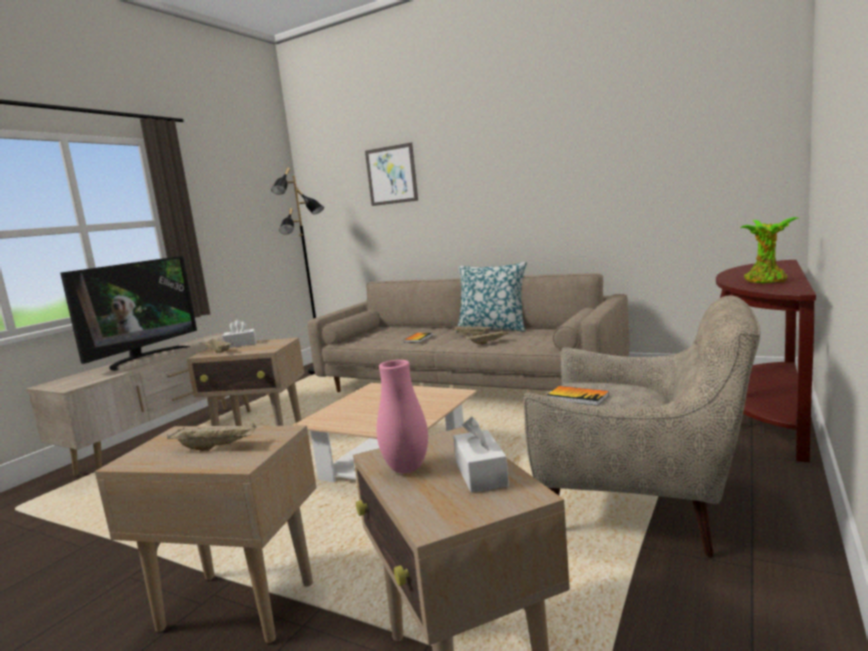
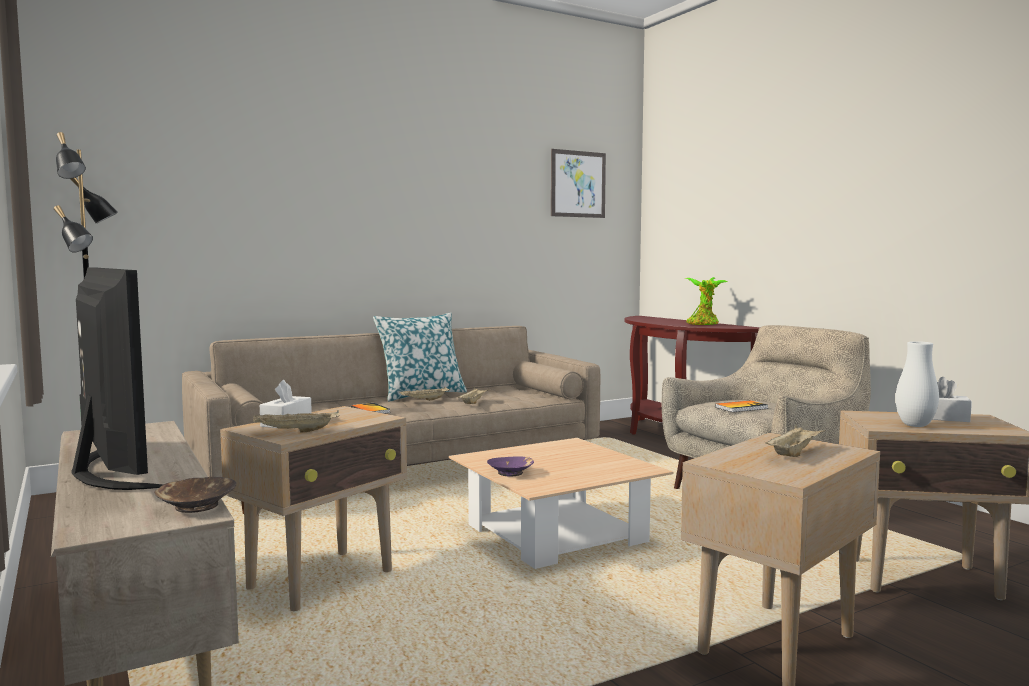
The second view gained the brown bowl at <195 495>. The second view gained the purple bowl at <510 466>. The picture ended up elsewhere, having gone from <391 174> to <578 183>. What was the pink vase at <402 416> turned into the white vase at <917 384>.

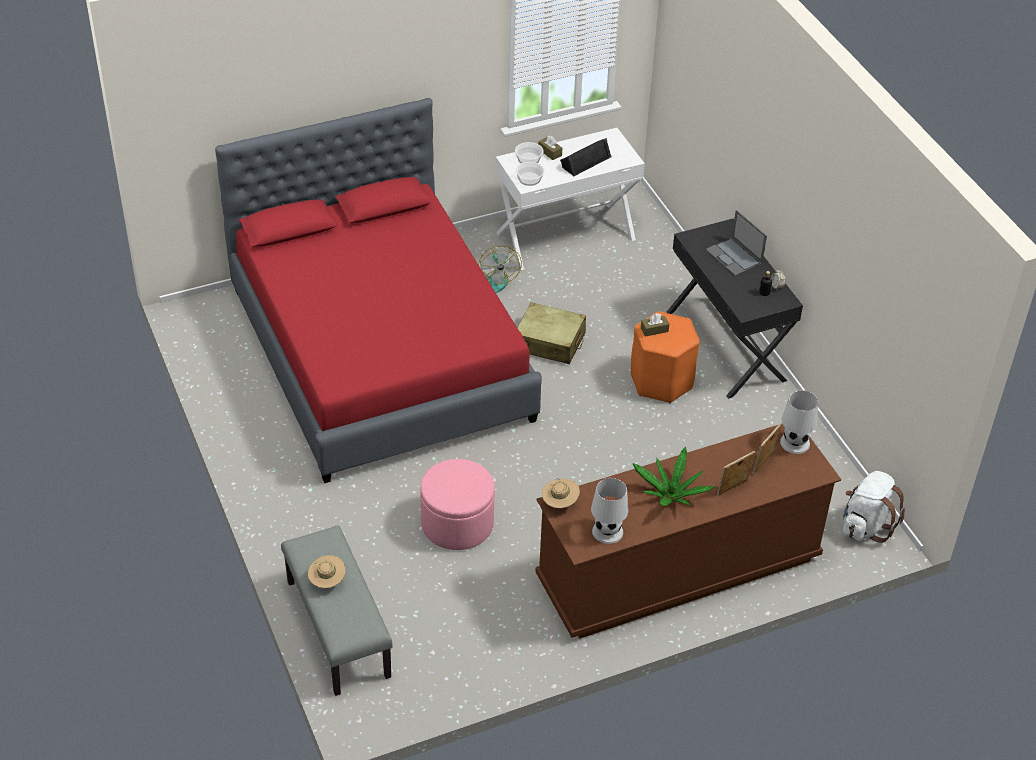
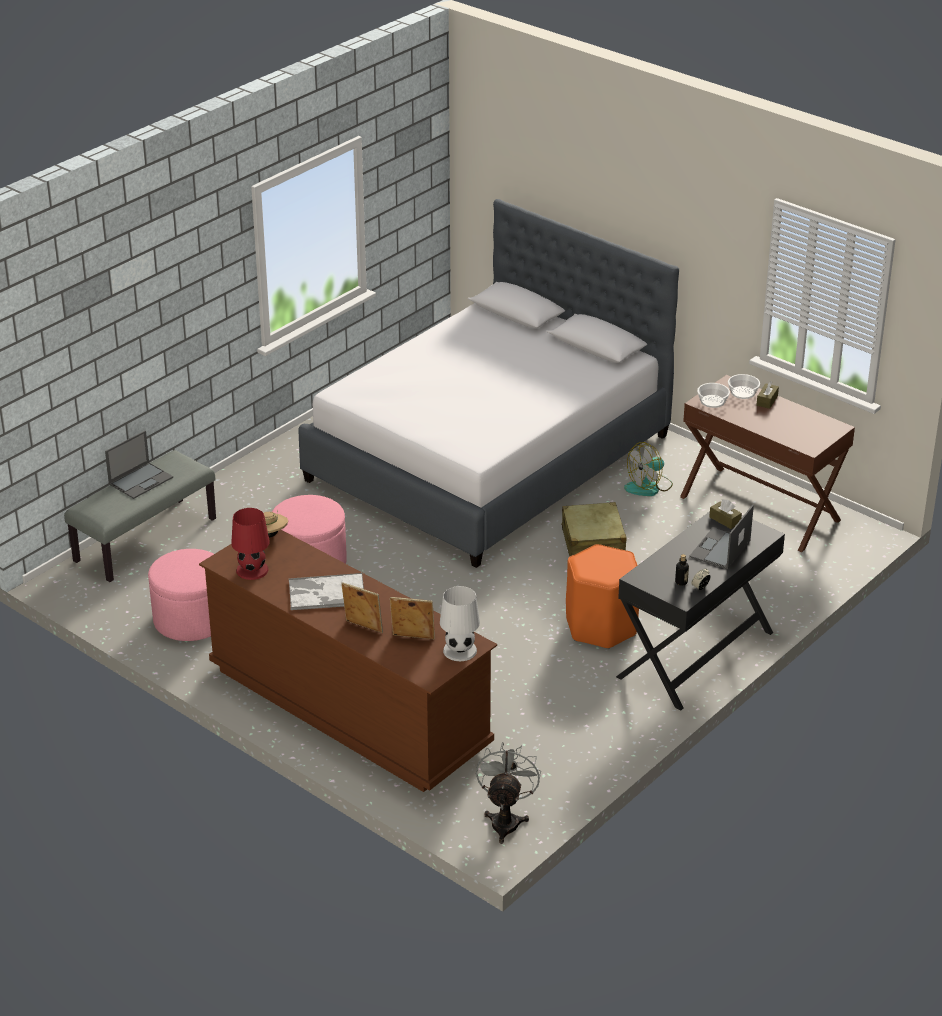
The second view lost the black speaker at <585 157>. The second view gained the pink ottoman at <181 595>. The brown tissue box ended up elsewhere, having gone from <655 325> to <725 514>. Where the beige hat stood at <327 571>, the laptop came to stand at <139 465>. Where the potted plant stood at <674 476>, the tray came to stand at <326 591>. Where the white backpack stood at <874 507>, the grey fan came to stand at <508 793>. What was the red bed at <378 290> turned into the white bed at <488 383>. What was the white desk at <570 199> turned into the brown desk at <767 463>. What was the white table lamp at <609 511> turned into the red table lamp at <250 544>.

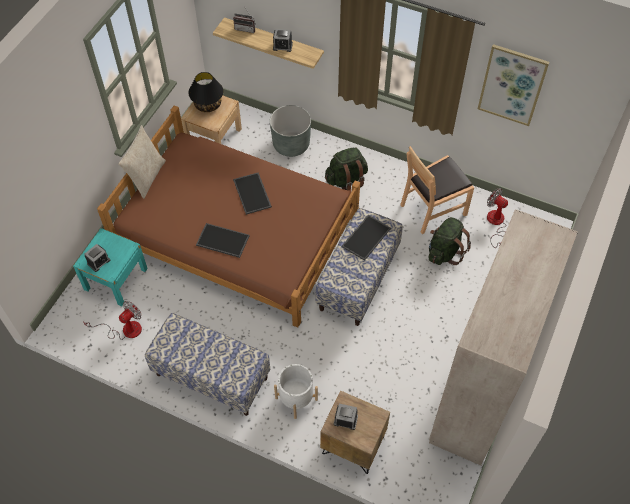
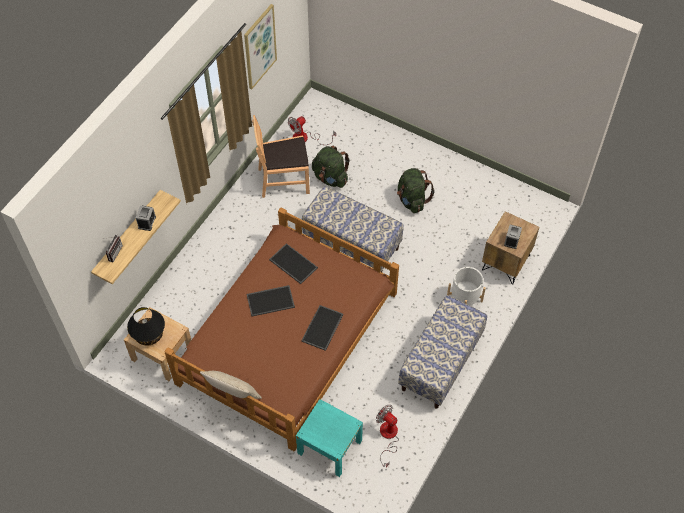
The second view lost the alarm clock at <97 258>. The second view lost the grey planter at <290 131>. The second view lost the beige wardrobe at <503 337>. The green backpack ended up elsewhere, having gone from <346 169> to <416 190>. The tray ended up elsewhere, having gone from <366 238> to <293 263>. The brown chair at <437 190> ended up facing another way, 105 degrees clockwise from before.

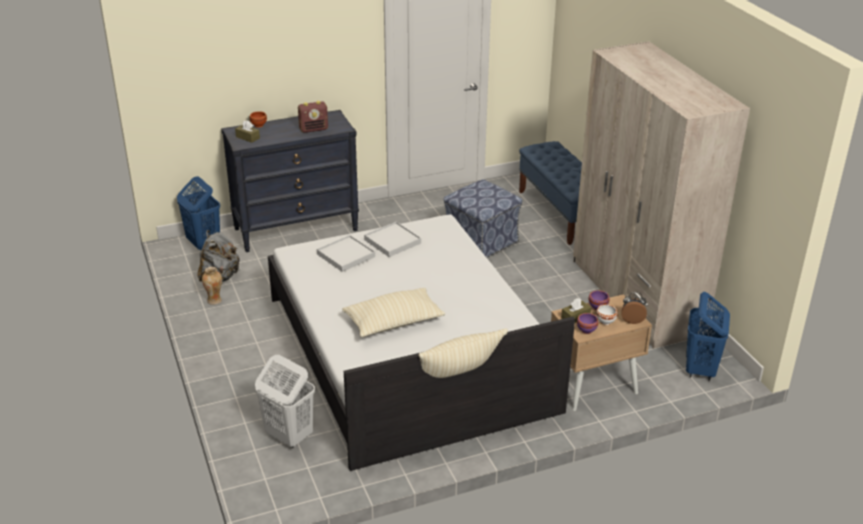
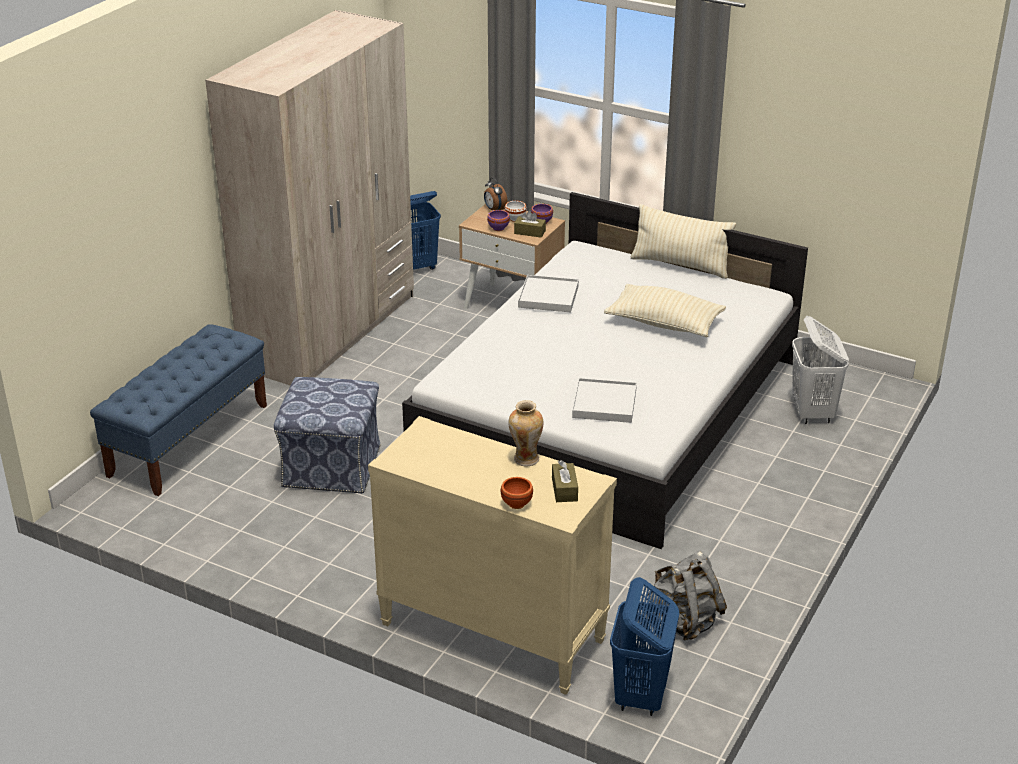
The second view lost the radio at <313 117>. The vase ended up elsewhere, having gone from <212 286> to <526 433>. The white tray ended up elsewhere, having gone from <392 239> to <548 293>. What was the black dresser at <290 181> turned into the beige dresser at <492 555>.

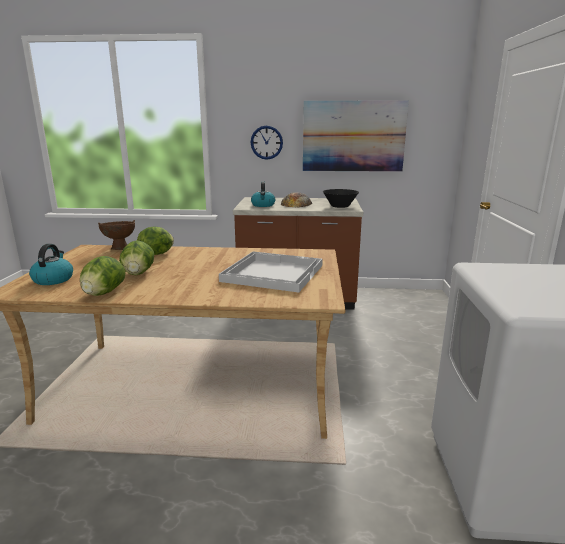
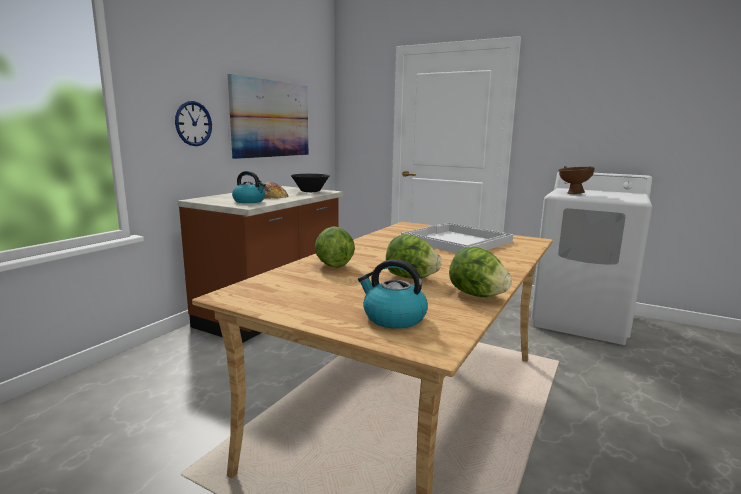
The brown bowl ended up elsewhere, having gone from <116 235> to <576 180>.

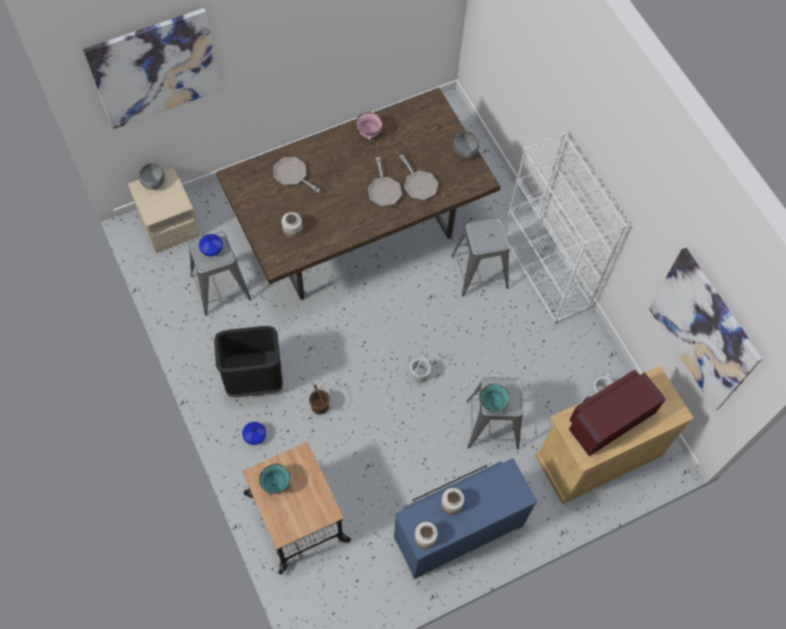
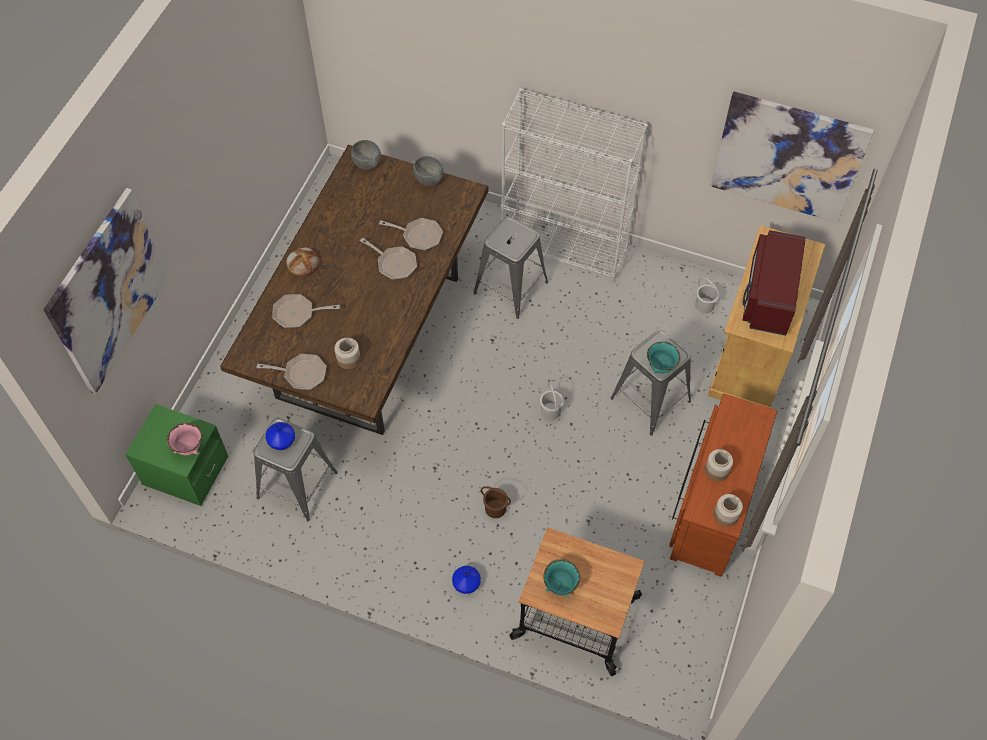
The second view lost the black trash can at <248 361>. The second view gained the frying pan at <291 372>. The second view gained the bread at <303 262>. The grey bowl ended up elsewhere, having gone from <152 176> to <366 155>. The pink bowl ended up elsewhere, having gone from <369 126> to <184 439>. What was the beige nightstand at <164 210> turned into the green nightstand at <177 455>. What was the blue dresser at <465 518> turned into the brown dresser at <723 485>.

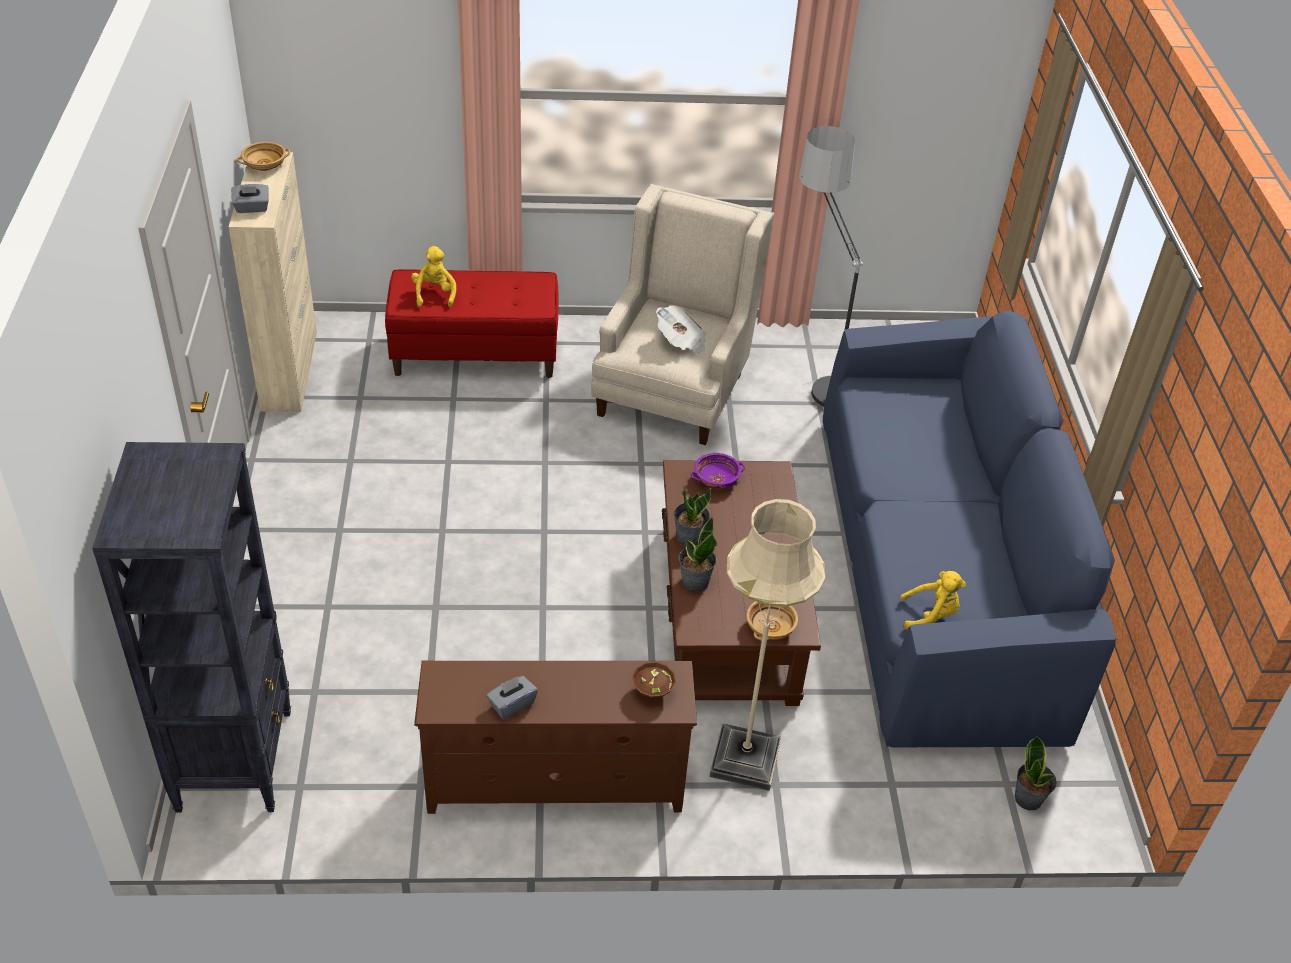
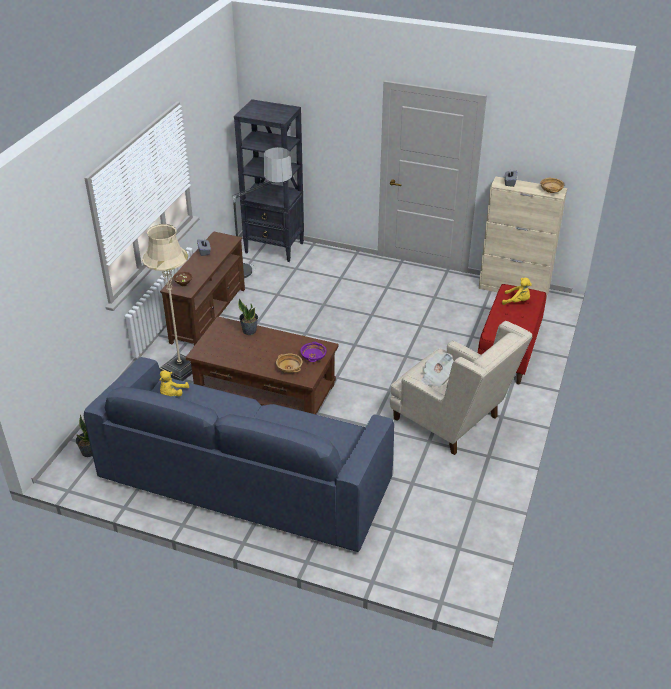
The second view lost the potted plant at <692 517>. The beige bowl ended up elsewhere, having gone from <772 621> to <289 363>. The floor lamp ended up elsewhere, having gone from <831 266> to <262 212>.

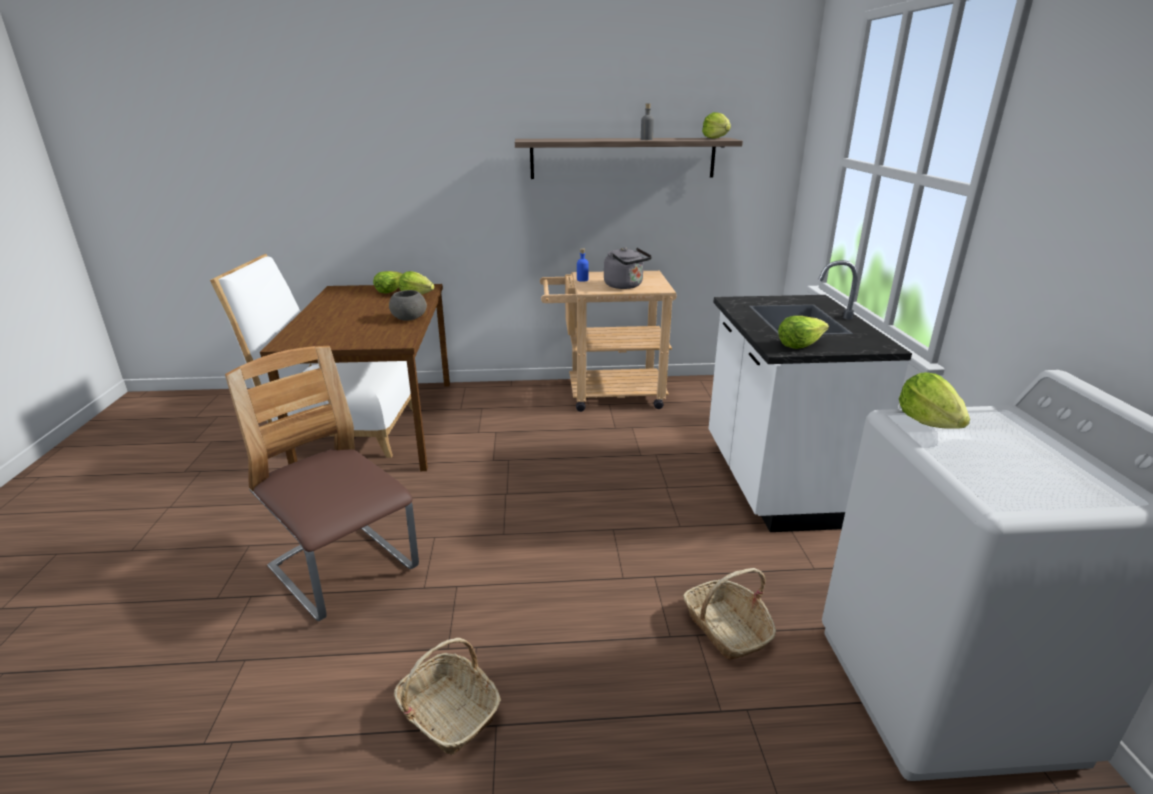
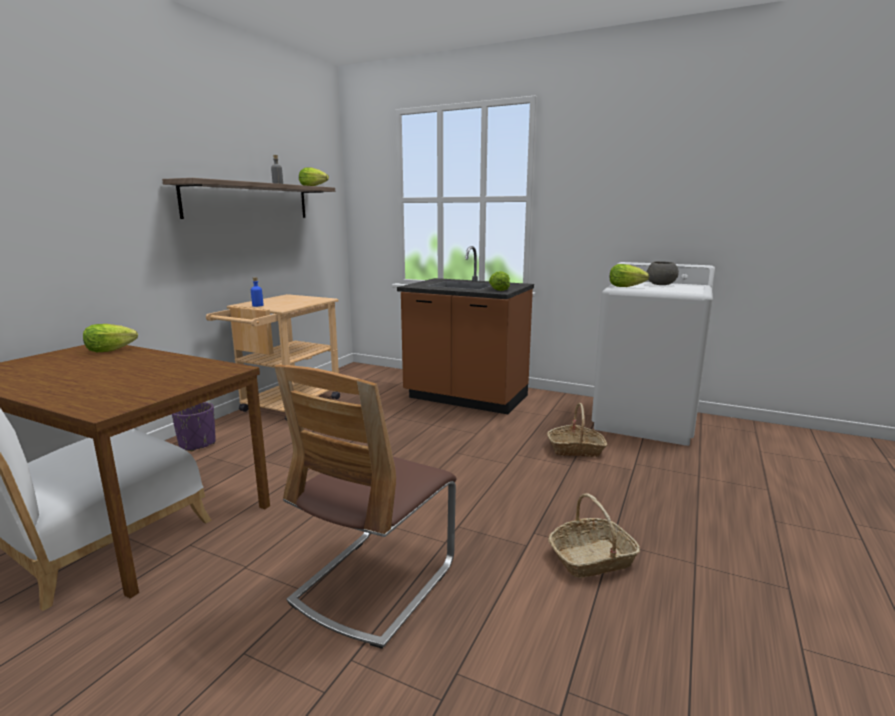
The second view lost the lettuce at <387 282>. The second view lost the grey kettle at <628 268>. The second view gained the purple planter at <194 426>. The grey bowl ended up elsewhere, having gone from <408 305> to <663 273>. What was the white counter at <810 396> turned into the brown counter at <465 330>. The chair at <322 483> ended up facing another way, 45 degrees counterclockwise from before.

